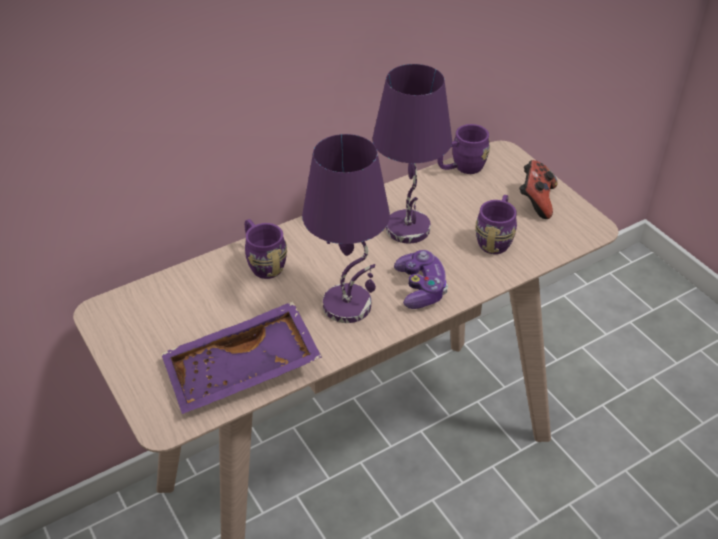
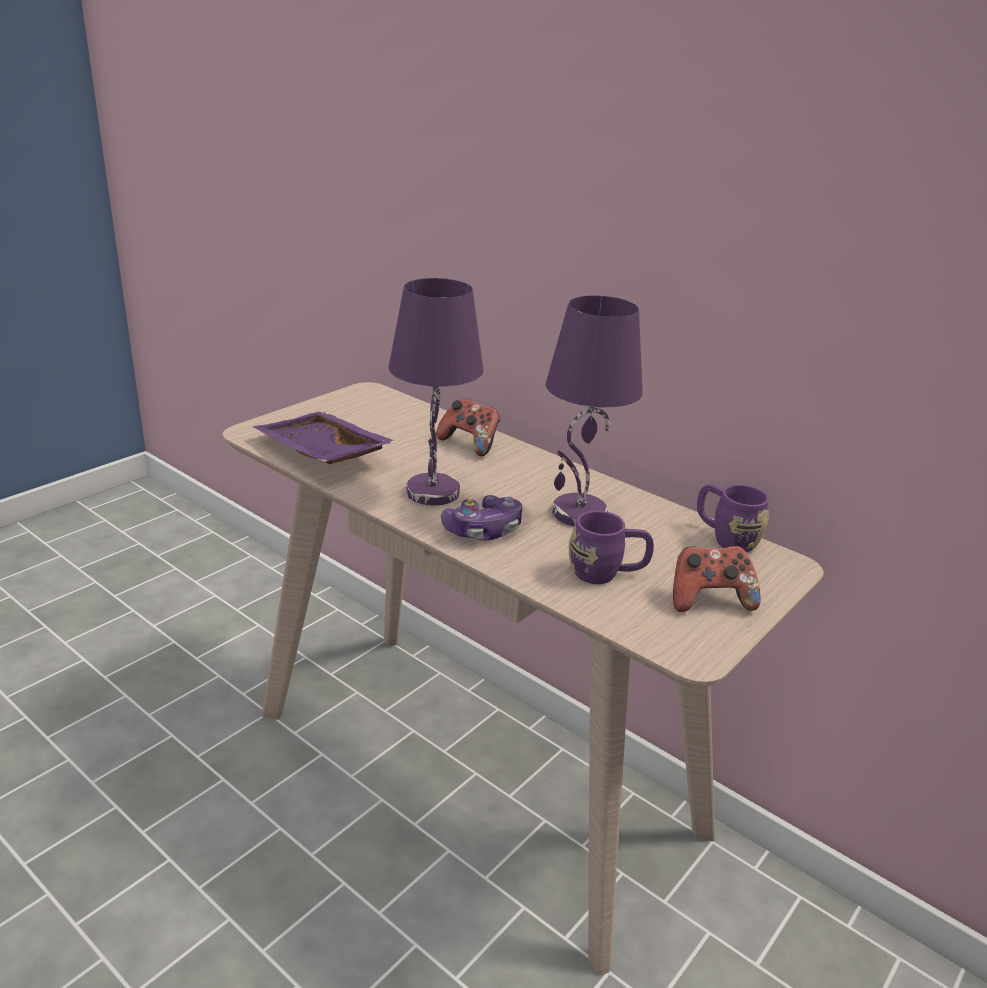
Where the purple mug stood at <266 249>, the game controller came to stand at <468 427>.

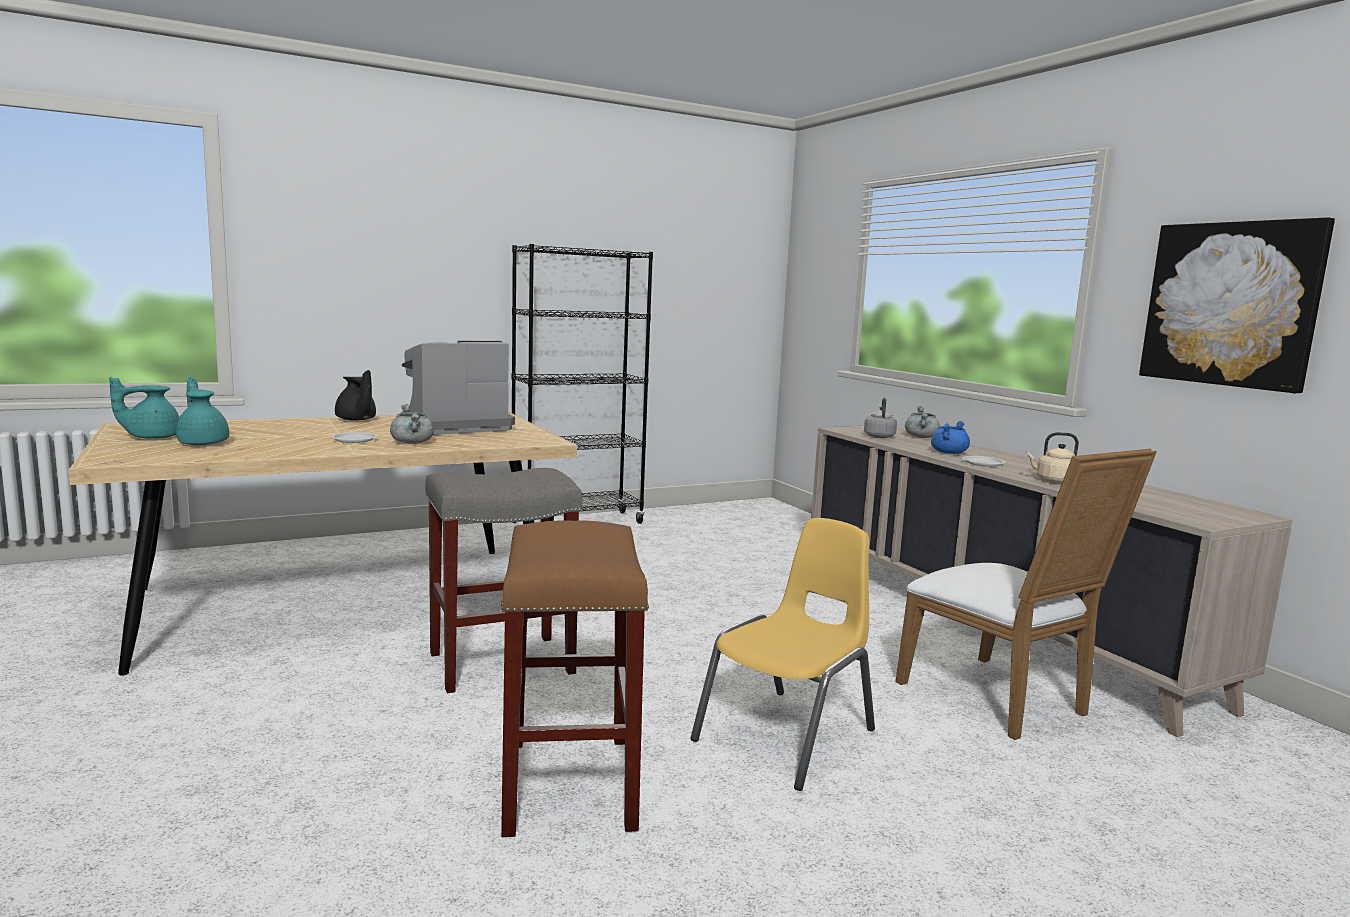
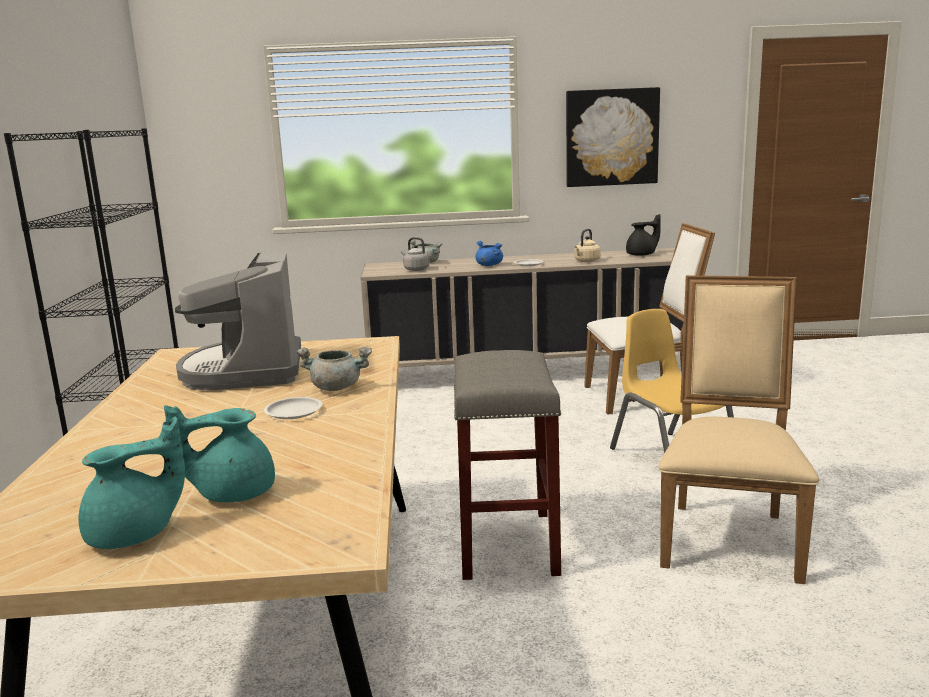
The black teapot ended up elsewhere, having gone from <355 395> to <643 235>. Where the brown stool stood at <575 678>, the beige chair came to stand at <739 429>. The turquoise teapot at <144 408> ended up facing another way, 105 degrees counterclockwise from before.

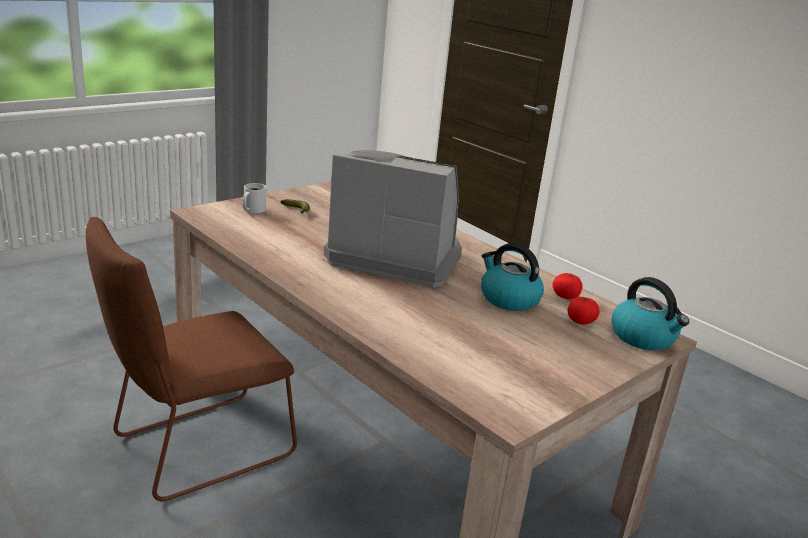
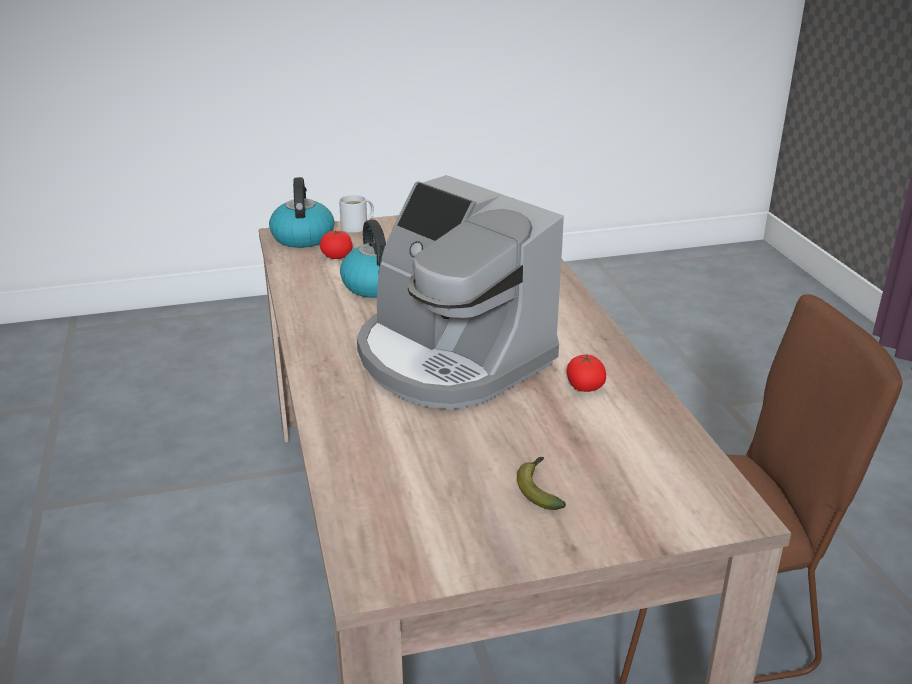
The white mug ended up elsewhere, having gone from <254 198> to <356 214>. The tomato ended up elsewhere, having gone from <567 286> to <586 373>.

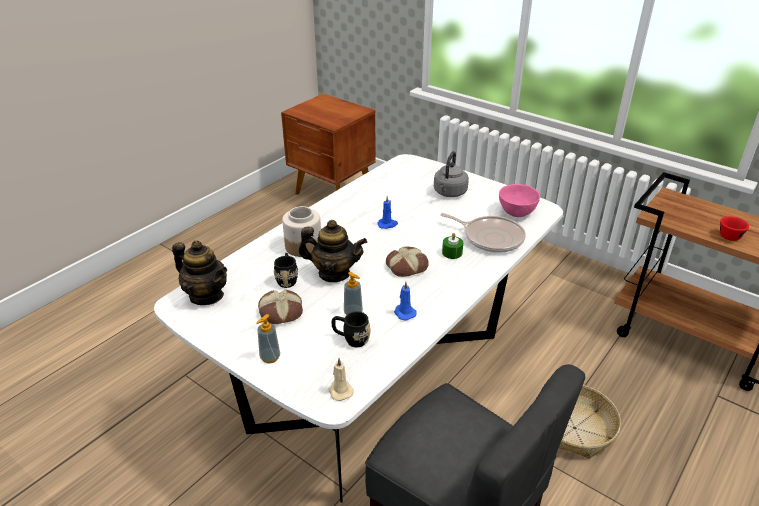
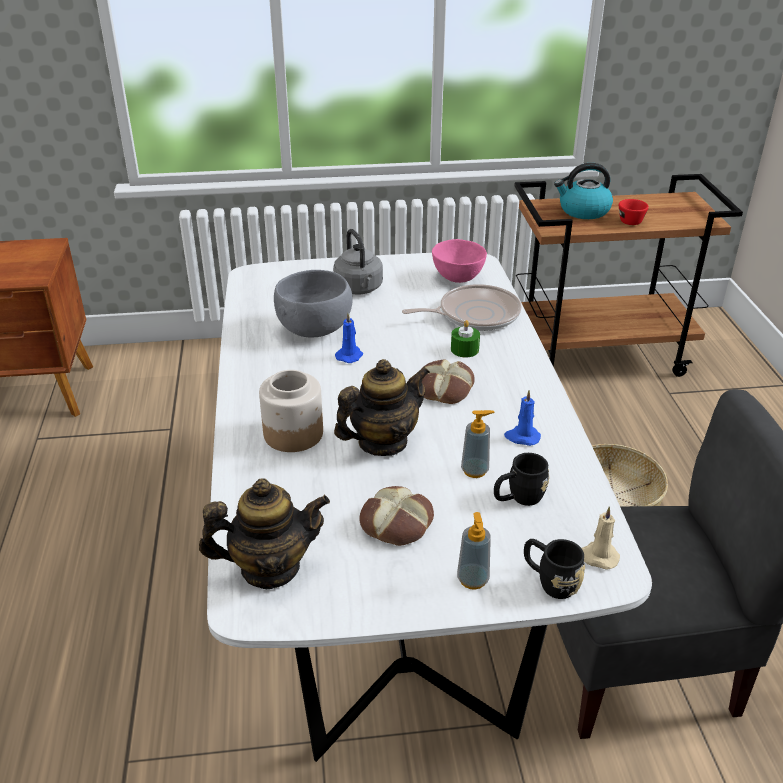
The second view gained the grey bowl at <313 304>. The second view gained the kettle at <583 191>. The black mug ended up elsewhere, having gone from <286 270> to <554 569>.

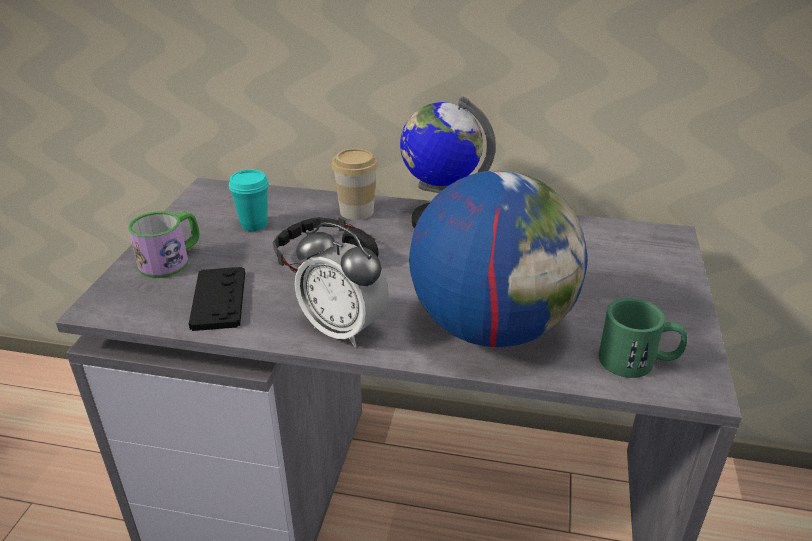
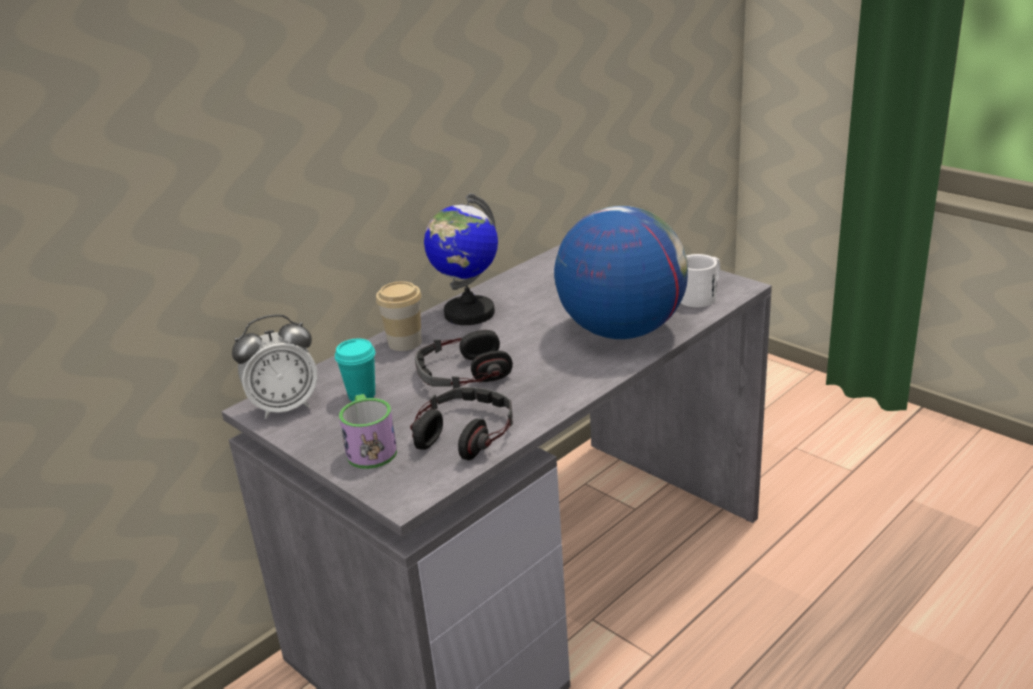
The alarm clock ended up elsewhere, having gone from <342 284> to <275 366>. Where the black game controller stood at <217 299>, the headphones came to stand at <461 423>. What was the green mug at <642 338> turned into the white mug at <700 280>.

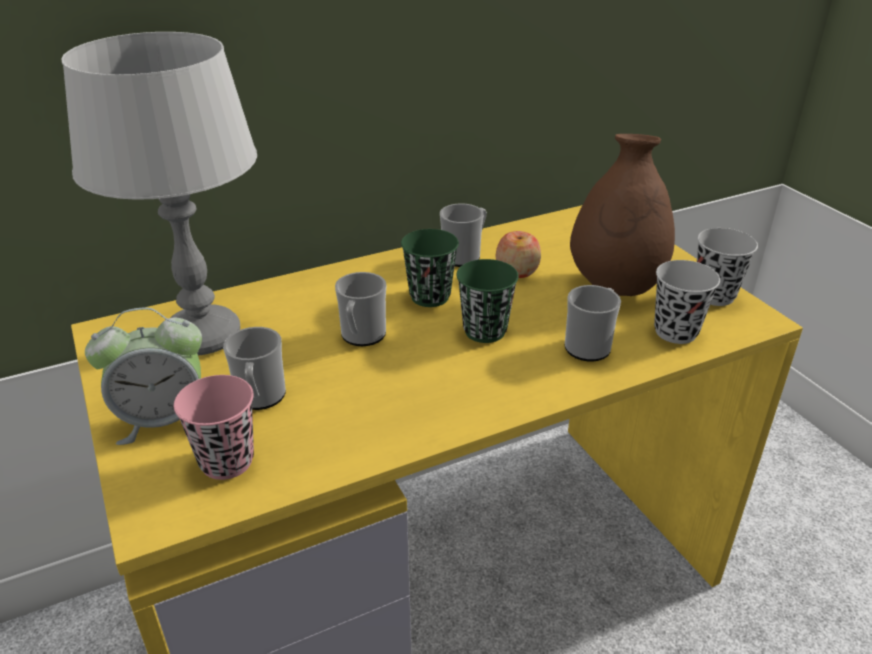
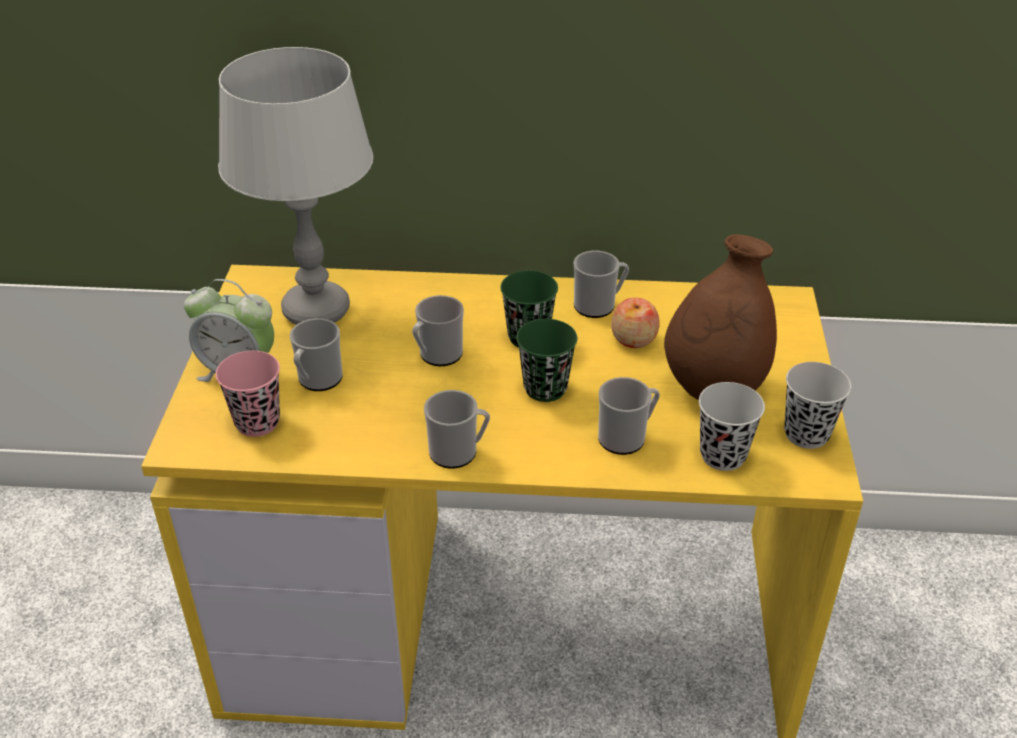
The second view gained the mug at <457 429>.

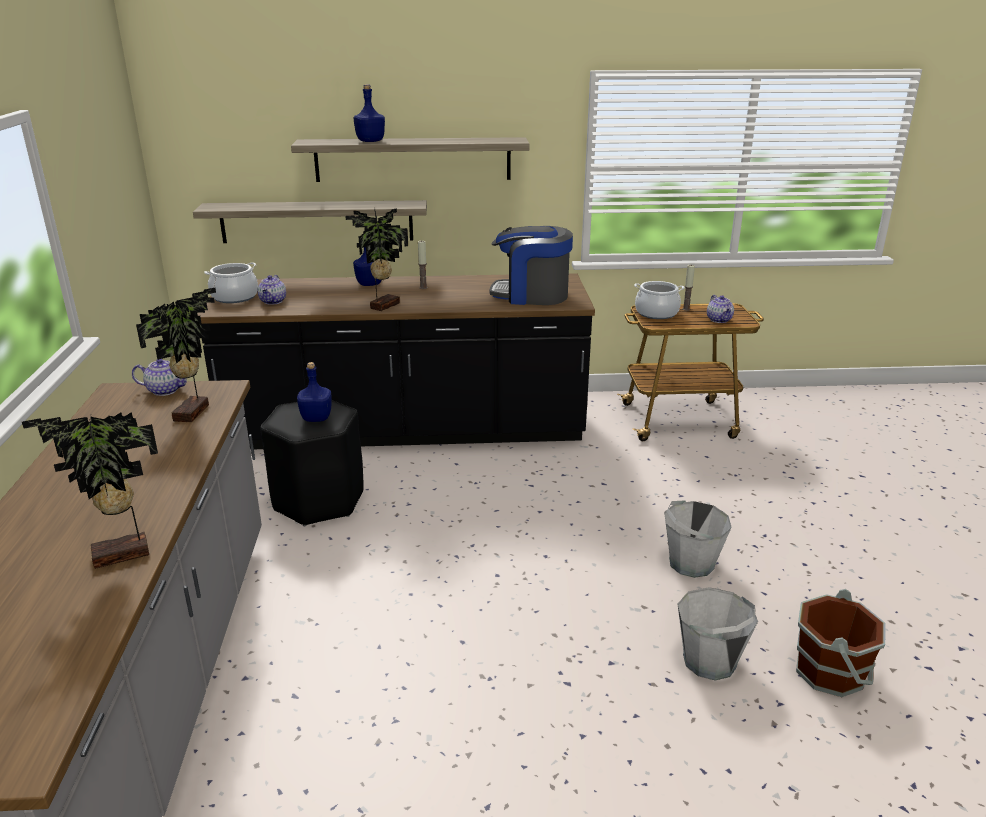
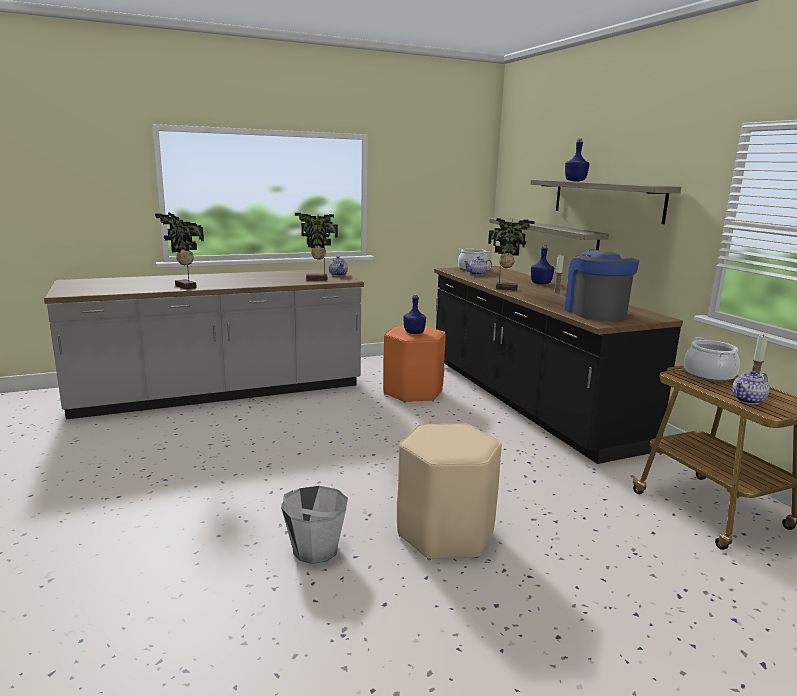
The second view lost the brown bucket at <840 643>. Where the grey bucket stood at <698 539>, the beige stool came to stand at <449 491>. What was the black stool at <311 463> turned into the orange stool at <414 364>.

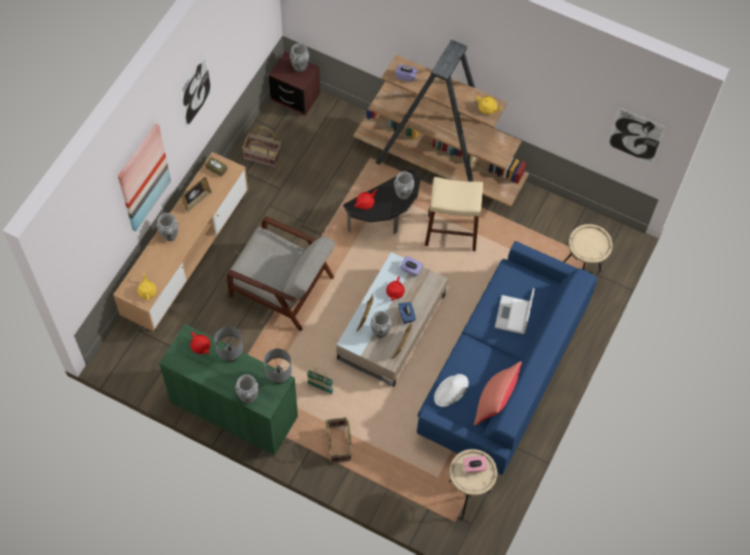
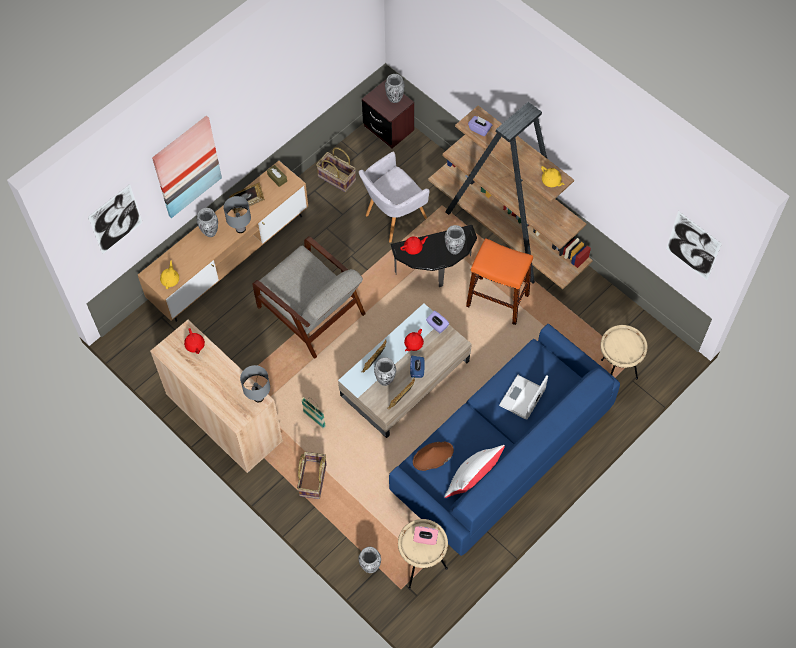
The second view gained the grey armchair at <394 197>. The picture ended up elsewhere, having gone from <195 91> to <115 219>. The grey table lamp ended up elsewhere, having gone from <228 344> to <237 214>. The vase ended up elsewhere, having gone from <247 389> to <369 560>. What was the green cabinet at <228 390> turned into the beige cabinet at <216 396>. What was the beige stool at <454 214> turned into the orange stool at <499 281>. What was the white hat at <451 390> turned into the brown hat at <433 456>. What was the red pillow at <498 393> turned into the white pillow at <474 471>.

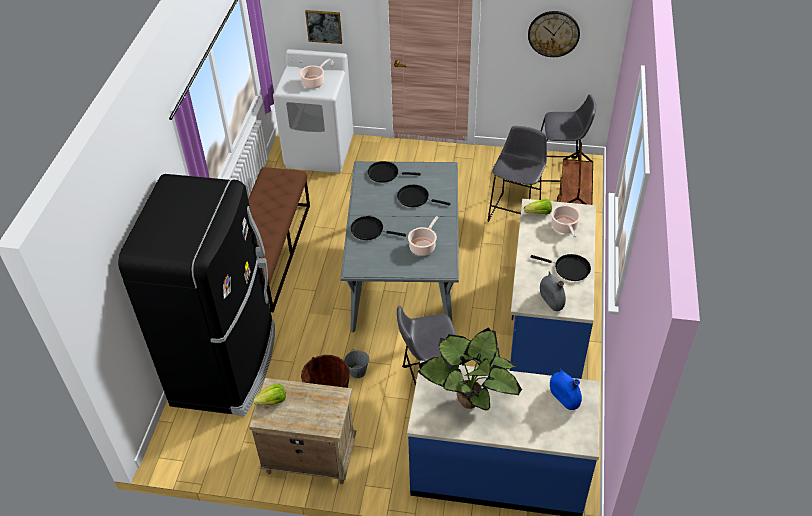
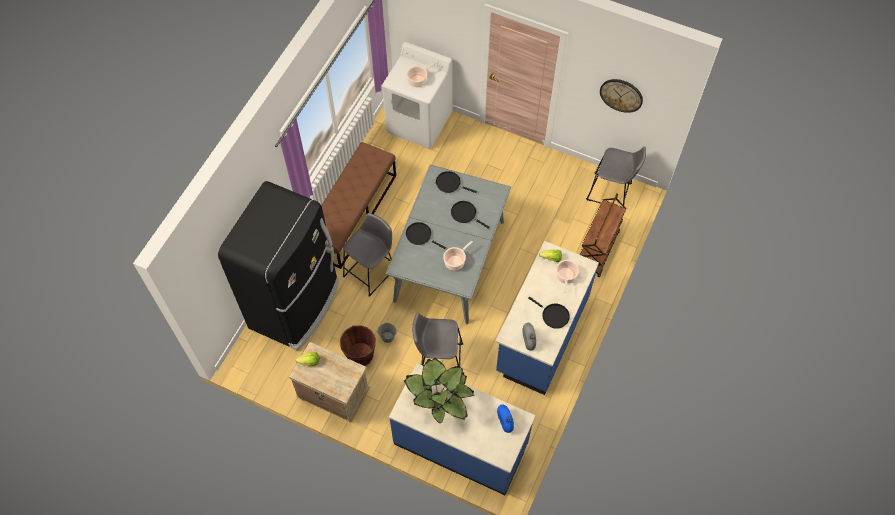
The second view lost the picture at <323 27>. The grey stool ended up elsewhere, having gone from <517 174> to <367 254>.

